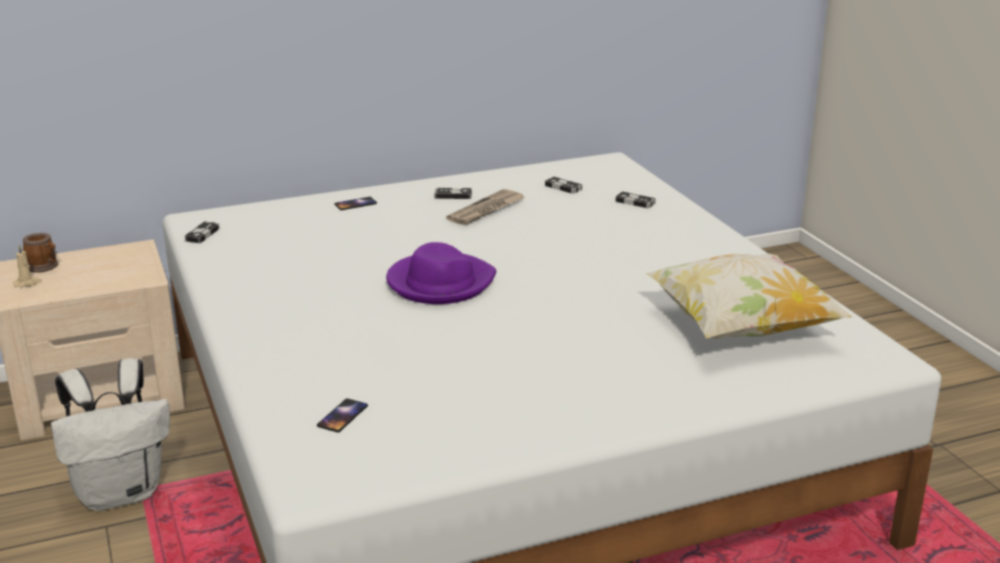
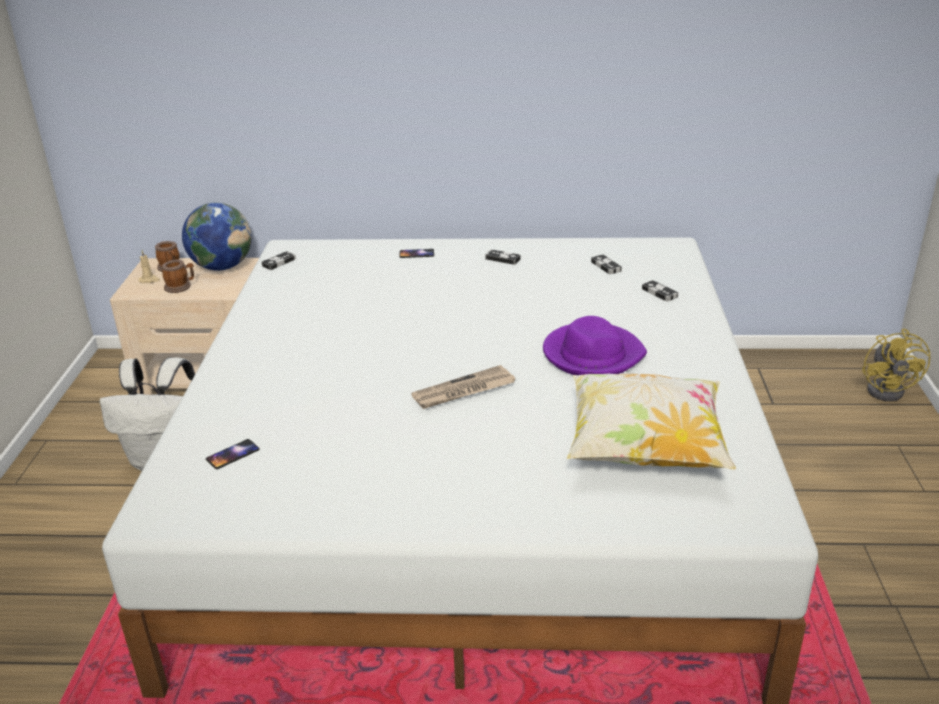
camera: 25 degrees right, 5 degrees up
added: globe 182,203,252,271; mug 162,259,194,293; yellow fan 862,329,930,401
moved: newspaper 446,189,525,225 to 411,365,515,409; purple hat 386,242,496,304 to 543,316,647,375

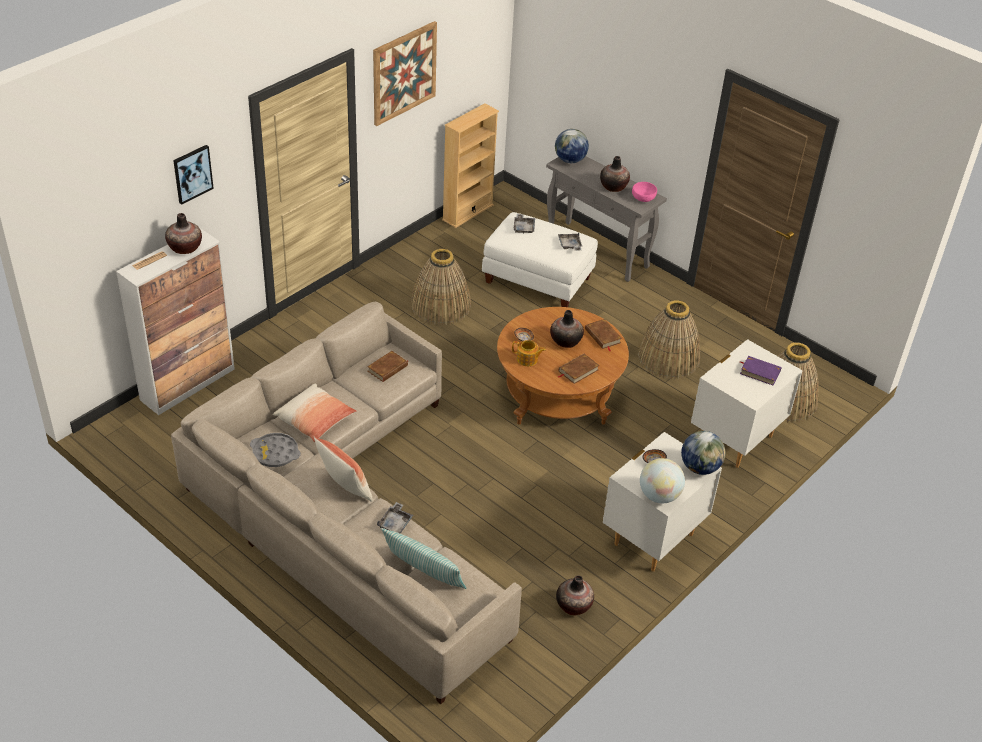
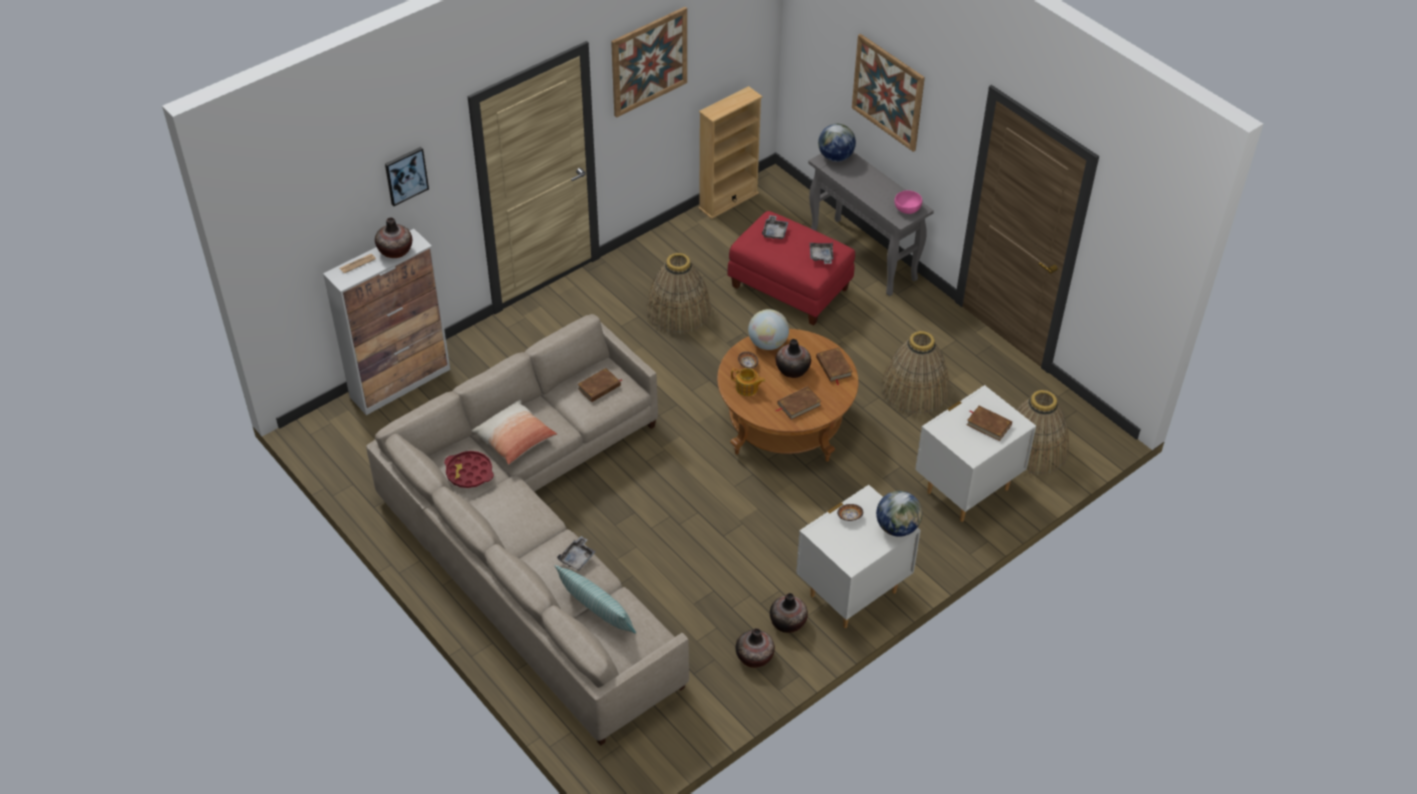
camera: 10 degrees right, 5 degrees up
removed: pillow 313,436,373,502
added: picture 852,34,925,152
moved: vase 600,156,630,192 to 770,593,808,633; globe 640,458,685,503 to 748,309,789,350
recoloured: white ottoman 482,212,598,307 to red ottoman 727,211,855,326; purple book 740,356,782,386 to brown book 967,405,1012,441; grey tray 250,433,301,467 to red tray 444,451,494,488

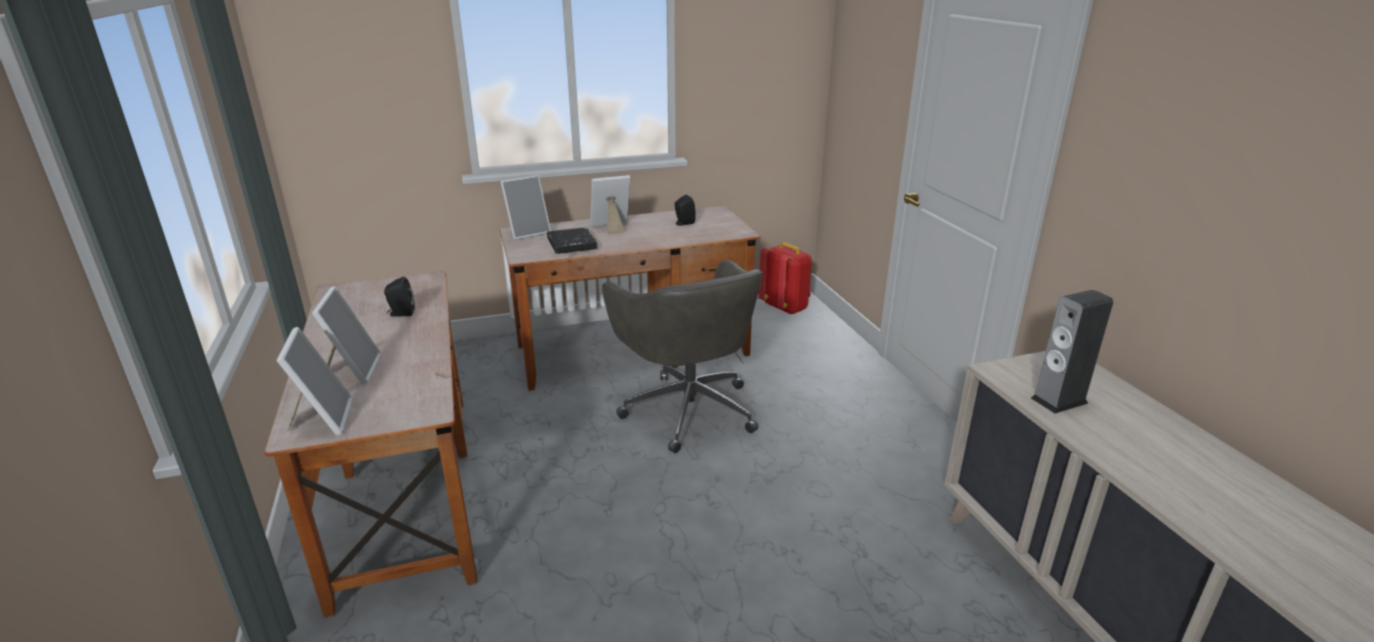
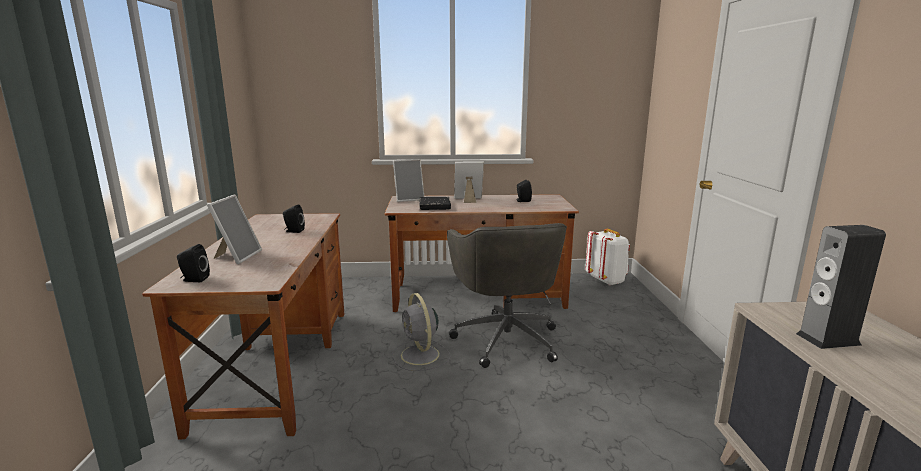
camera: 15 degrees right, 10 degrees down
added: grey fan 393,293,450,371
replaced: picture frame 276,327,352,435 to black speaker 177,244,210,282
recoloured: red backpack 758,242,812,315 to white backpack 585,229,630,286

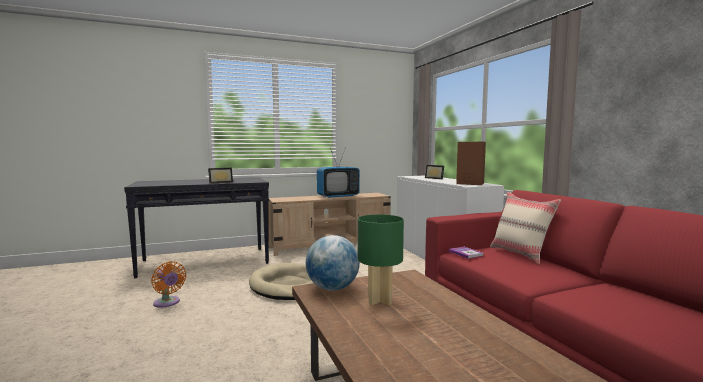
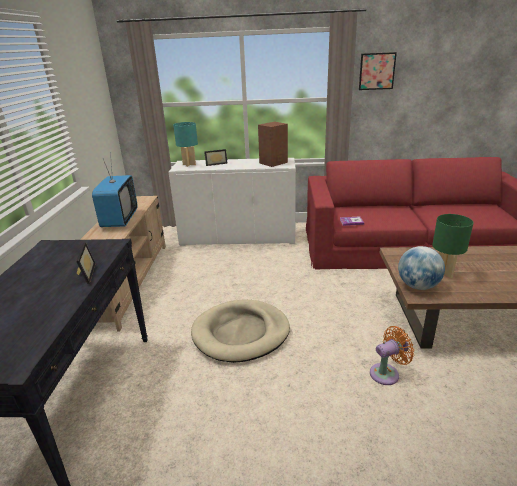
camera: 65 degrees left, 20 degrees up
removed: beige pillow 490,192,561,265
added: picture 359,52,397,90; turquoise table lamp 173,122,198,167
moved: orange fan 151,261,186,308 to 370,326,414,385

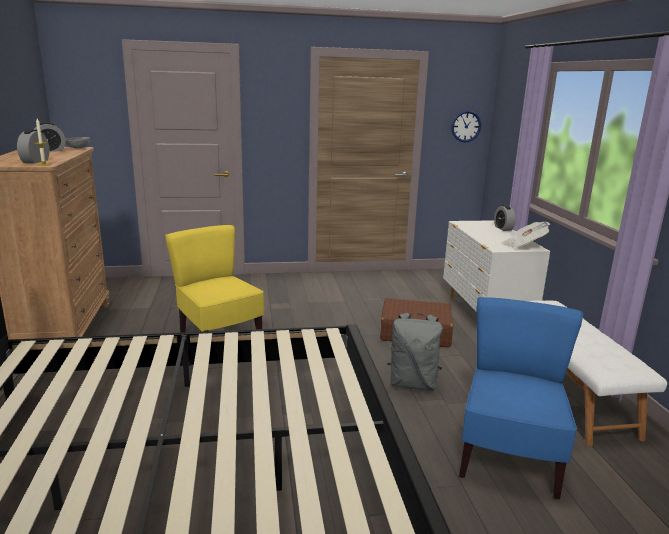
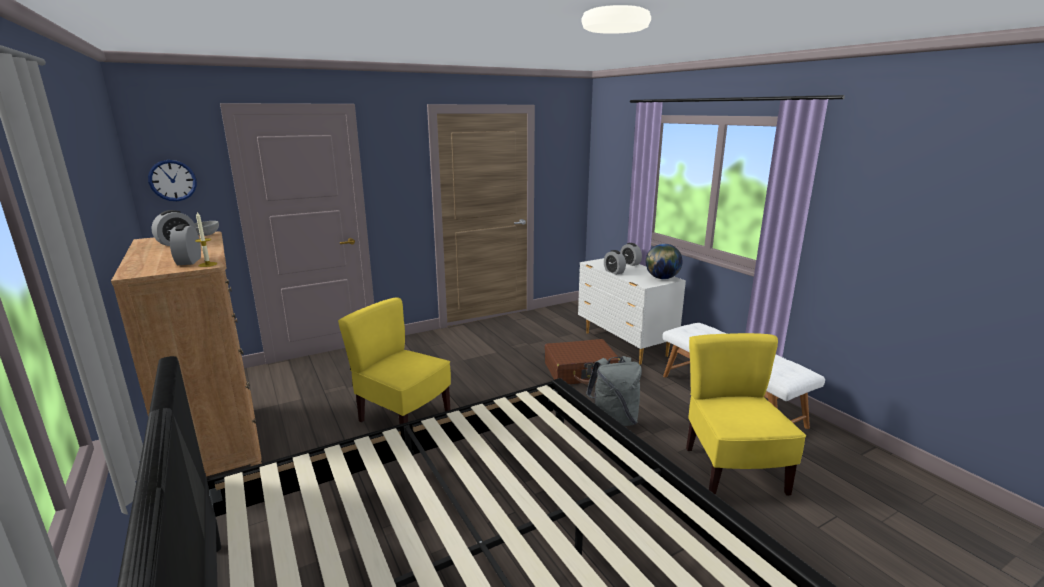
camera: 20 degrees left, 0 degrees up
added: alarm clock 604,250,626,275
moved: wall clock 451,111,481,142 to 148,160,197,201
replaced: newspaper 501,222,550,248 to globe 646,244,682,279
recoloured: blue chair 459,297,583,499 to yellow chair 686,333,806,496

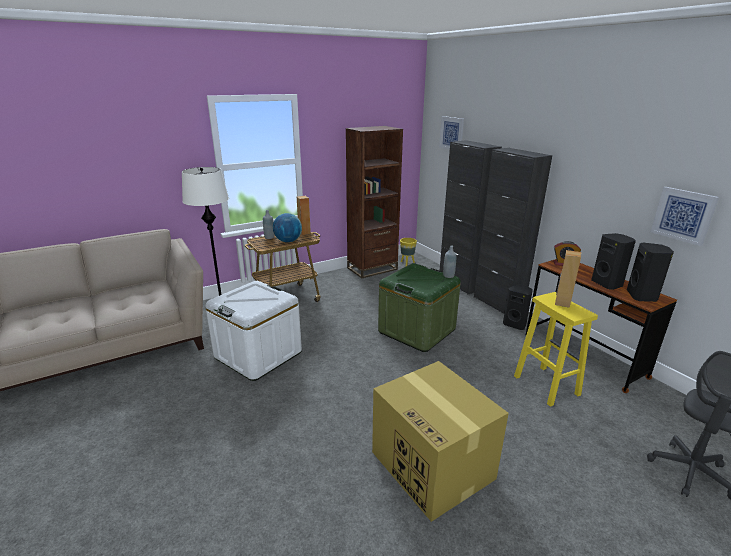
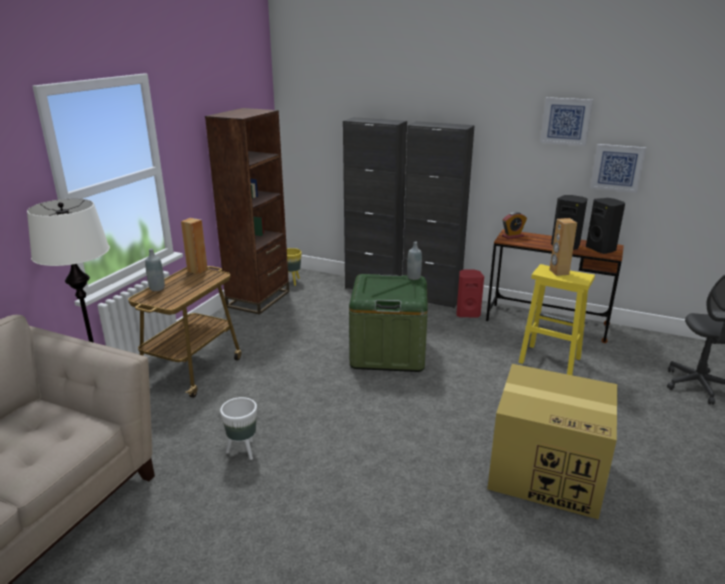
camera: 35 degrees left, 0 degrees up
removed: globe 273,213,302,242
moved: picture 439,116,464,150 to 540,97,593,146
replaced: white storage box 205,281,302,381 to white planter 220,397,257,460
recoloured: black speaker 503,285,533,330 to red speaker 456,270,484,317

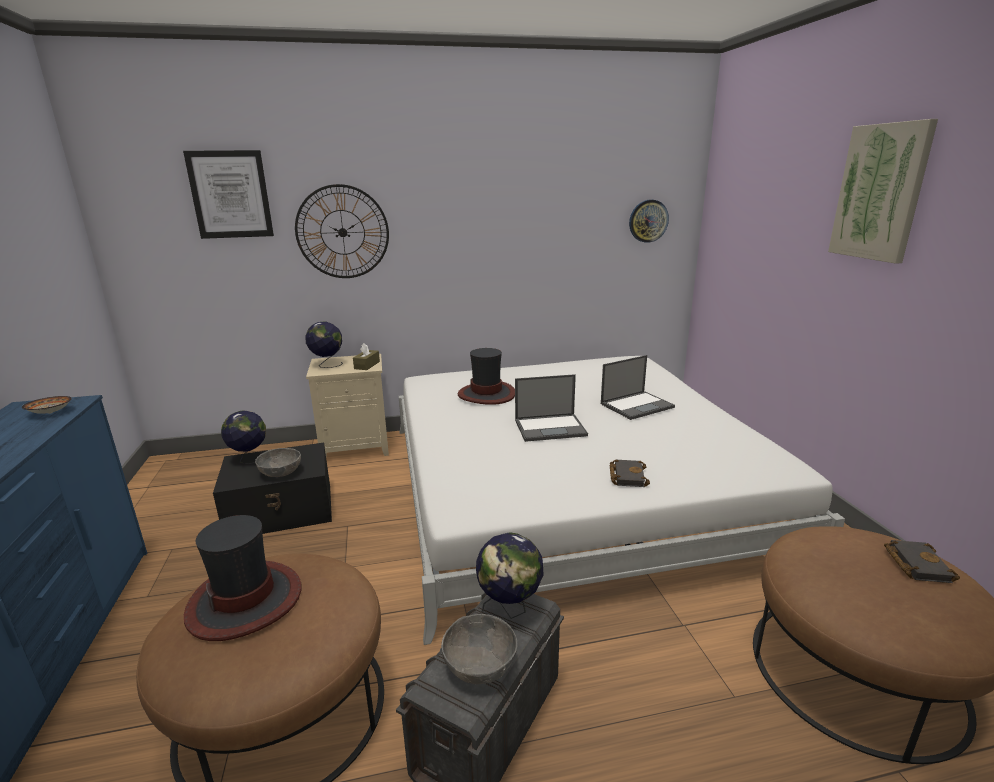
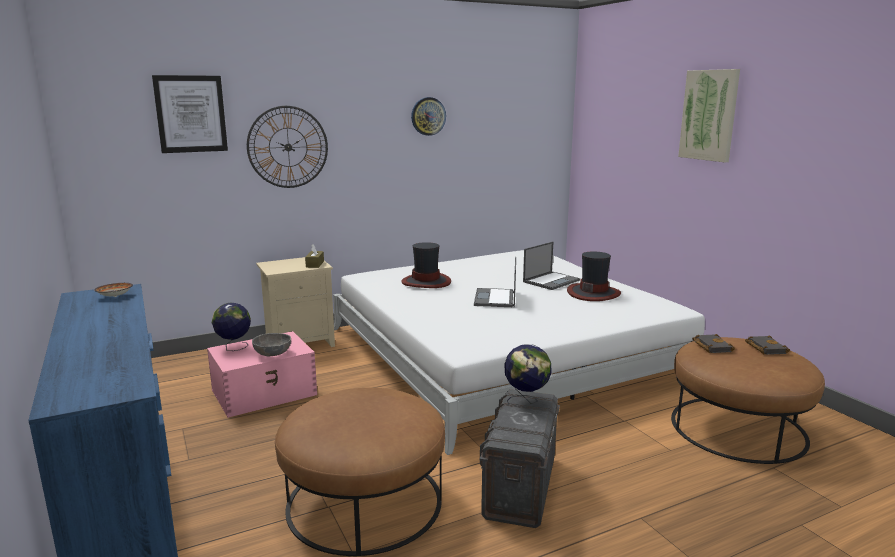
camera: 15 degrees left, 5 degrees down
removed: globe 305,321,343,368; grey bowl 441,614,517,684
moved: wall clock 629,200,669,243 to 411,97,446,136; black book 610,459,650,487 to 692,334,735,353; hat 184,515,302,641 to 567,251,621,301
recoloured: black storage box 213,443,332,534 to pink storage box 207,331,317,418
turned: laptop 515,374,588,442 = 474,257,516,307 120 degrees clockwise

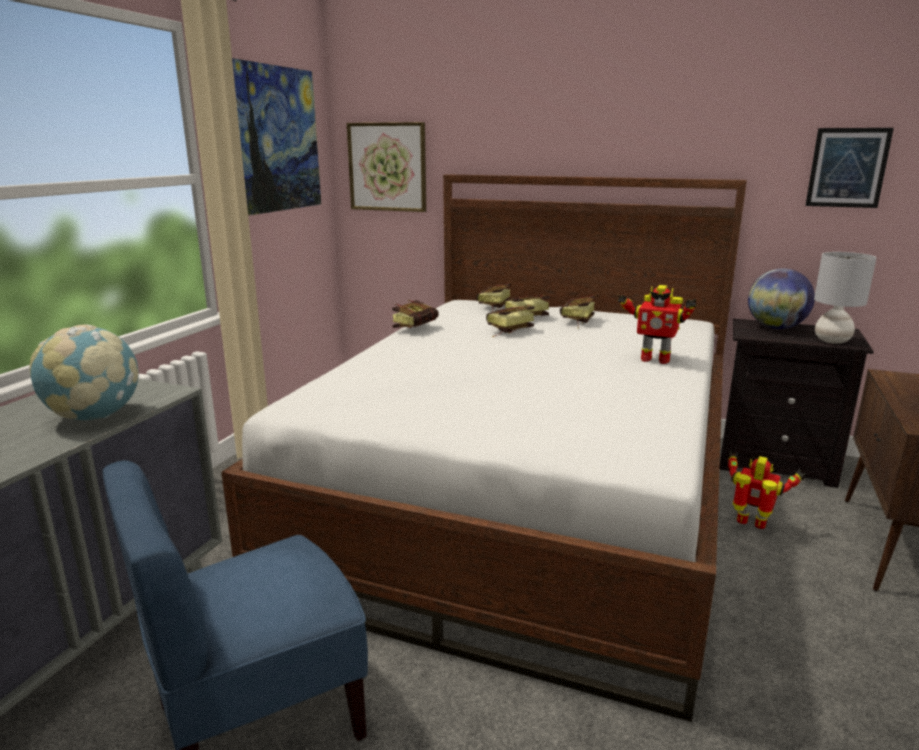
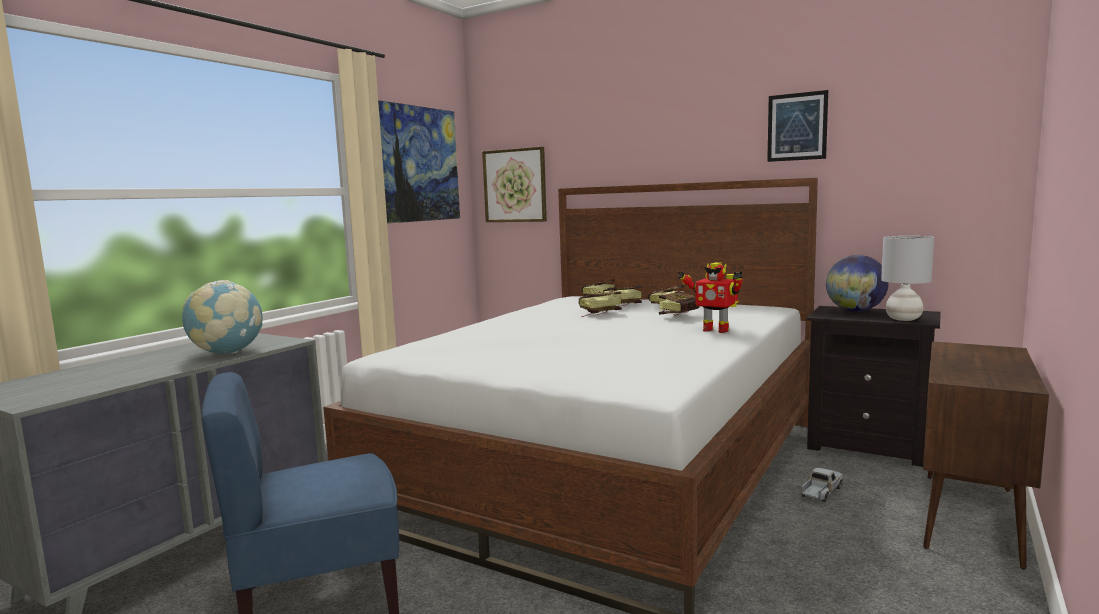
camera: 10 degrees right, 10 degrees down
moved: picture 805,128,894,208 to 767,90,828,162; book 392,300,438,328 to 659,290,700,316
replaced: toy robot 728,451,806,529 to toy truck 801,468,843,502

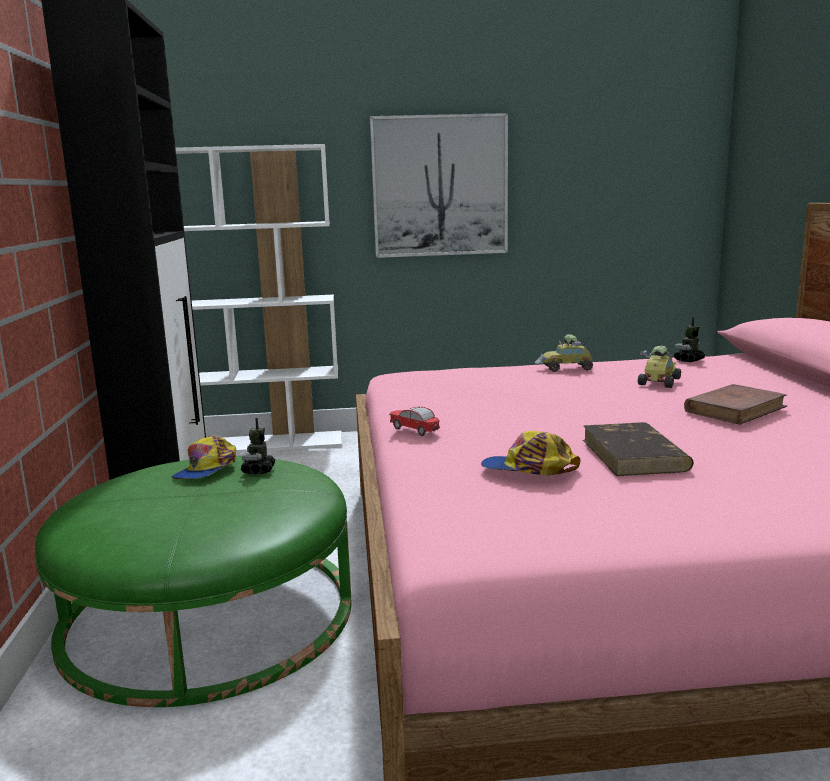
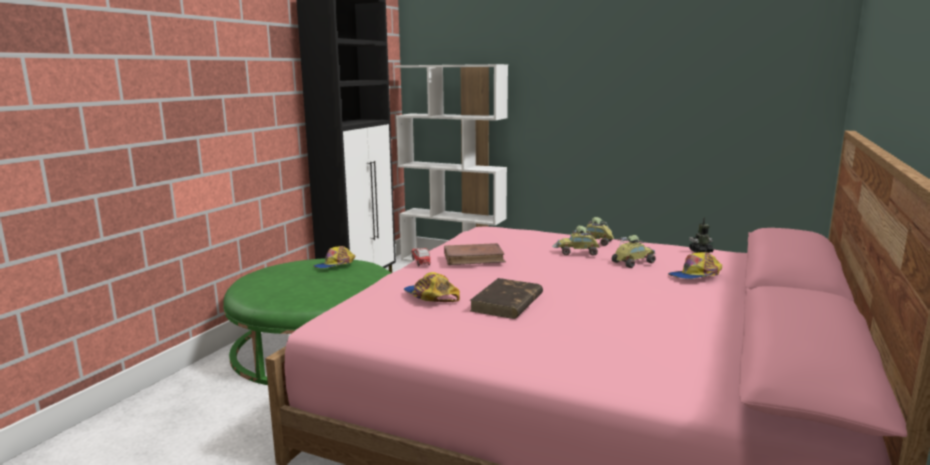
camera: 30 degrees right, 0 degrees up
removed: picture 370,113,508,258; toy robot 241,418,275,474
added: toy car 552,226,600,256; cap 668,252,722,279
moved: brown book 684,384,787,425 to 444,243,506,265

